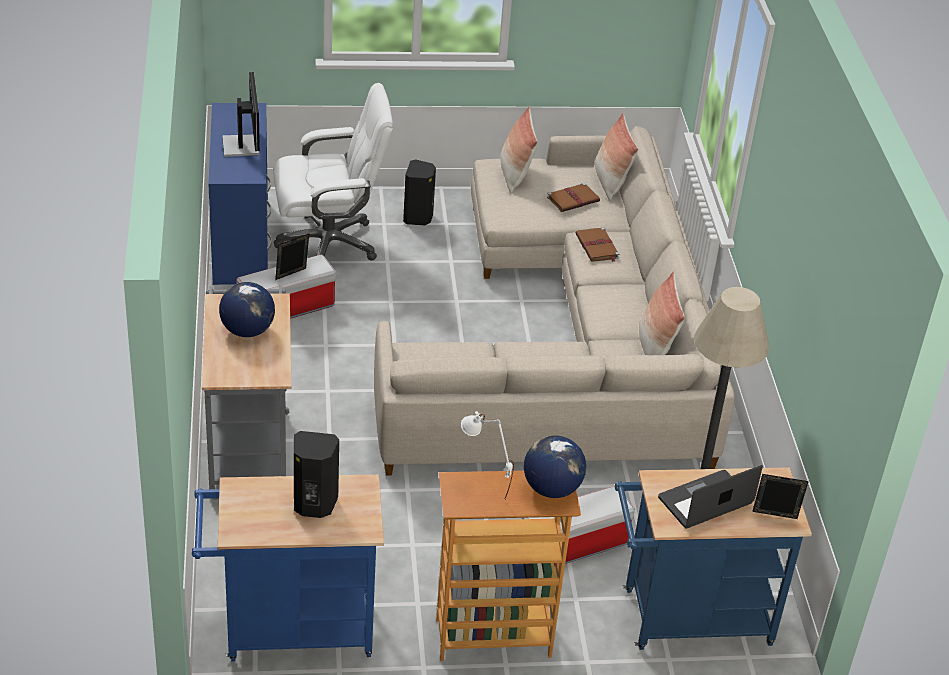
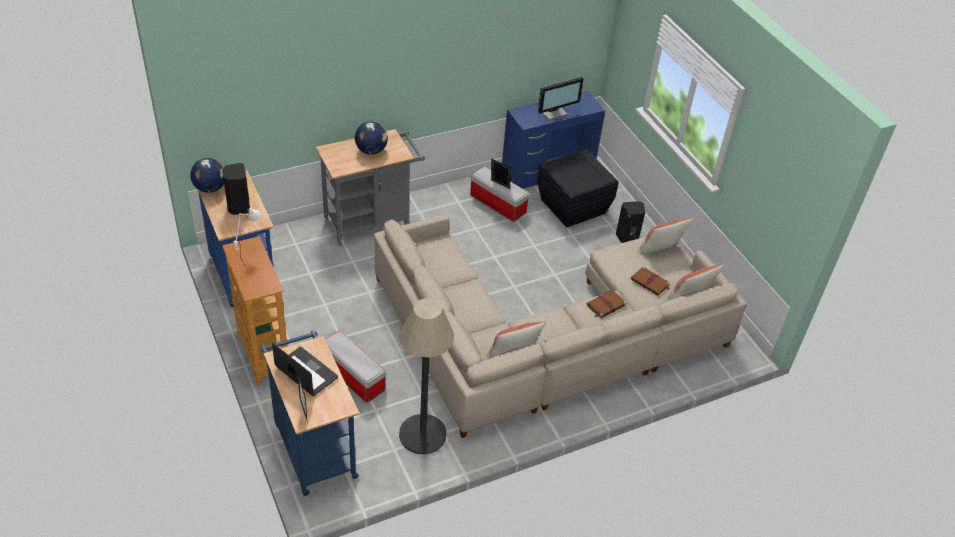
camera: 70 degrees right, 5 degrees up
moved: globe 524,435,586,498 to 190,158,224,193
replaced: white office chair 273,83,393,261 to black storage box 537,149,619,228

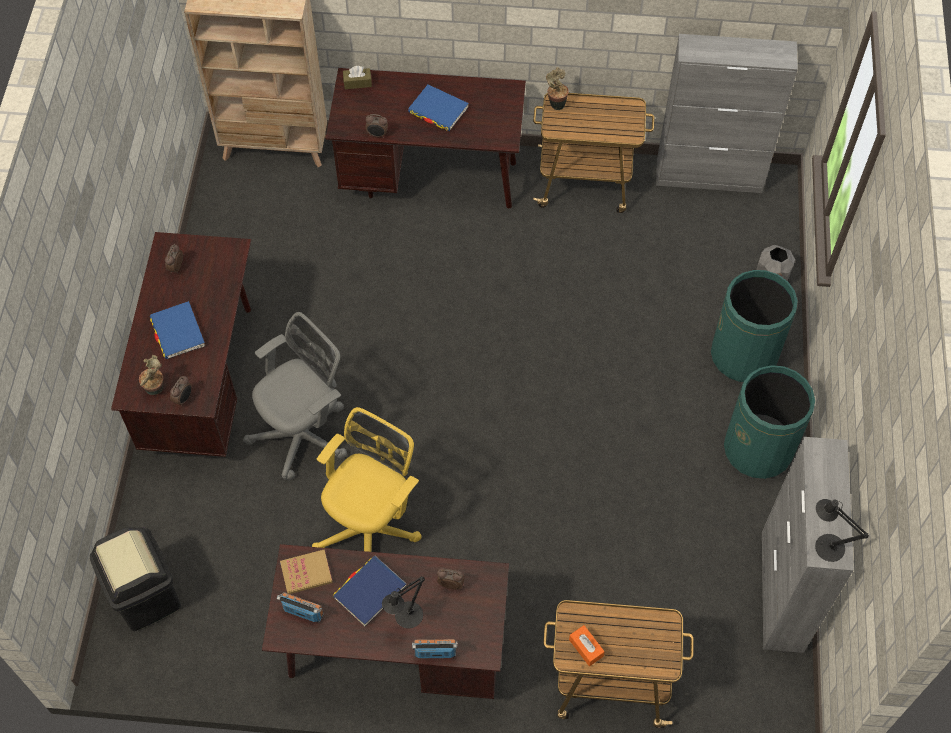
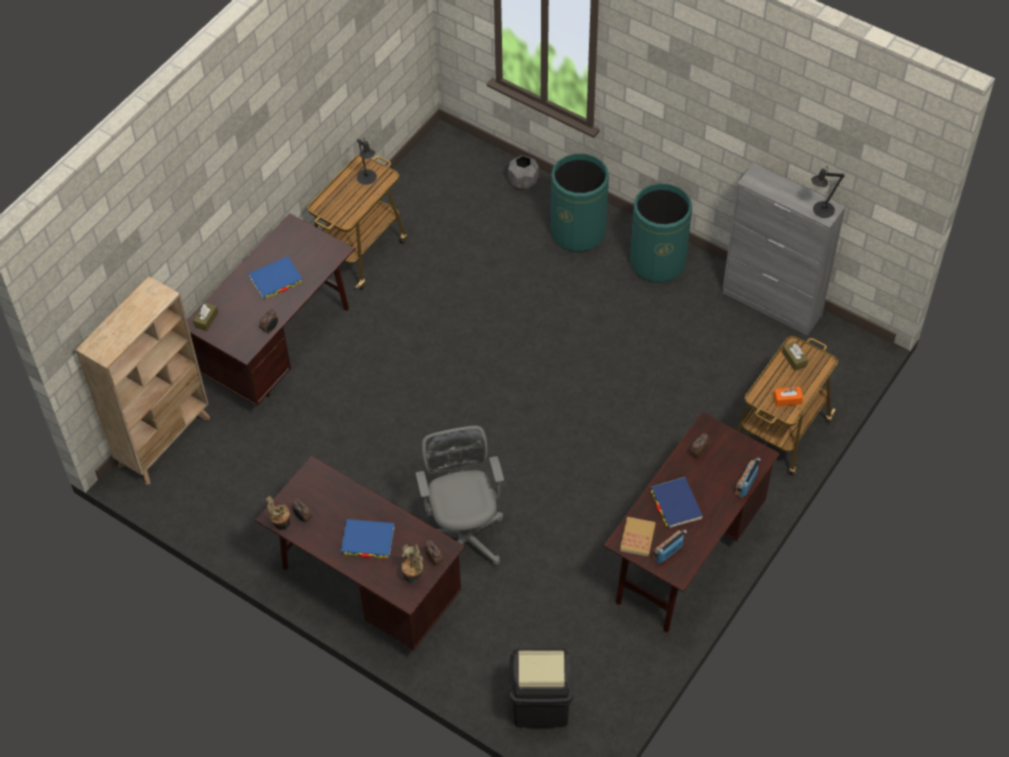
camera: 60 degrees left, 5 degrees down
removed: grey cabinet 656,34,798,193; yellow office chair 312,407,422,552
added: brown tissue box 782,341,808,371
moved: potted plant 546,67,569,110 to 266,496,290,530; black table lamp 382,577,425,629 to 357,138,377,185

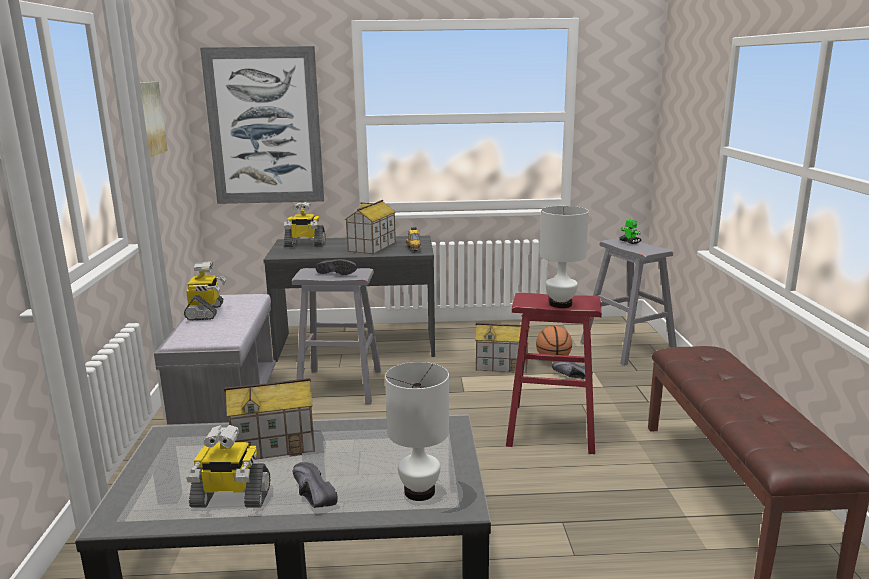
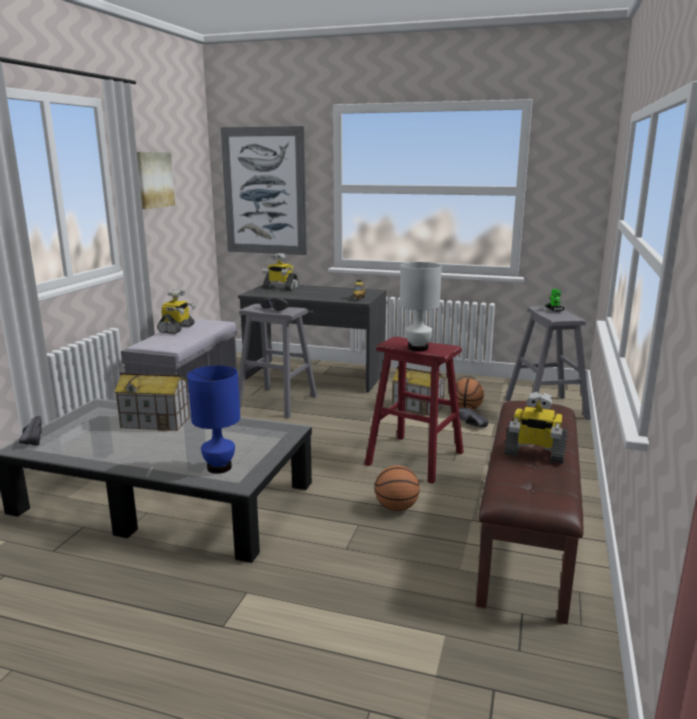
camera: 20 degrees right, 0 degrees up
removed: toy house 344,200,396,254
added: basketball 375,465,420,511
moved: toy robot 186,425,270,508 to 504,392,567,464; black shoe 292,462,338,508 to 19,416,42,445
recoloured: white table lamp 385,362,449,501 to blue table lamp 187,365,240,474

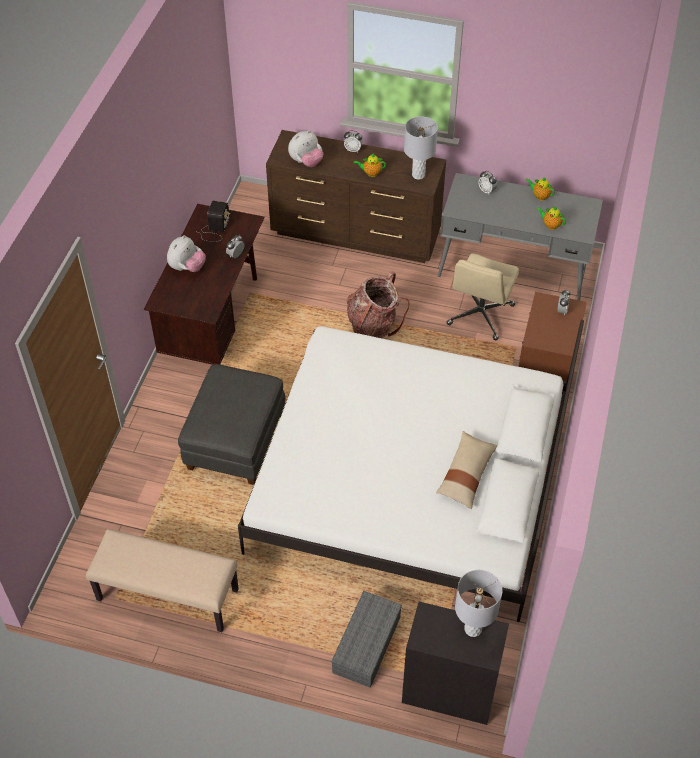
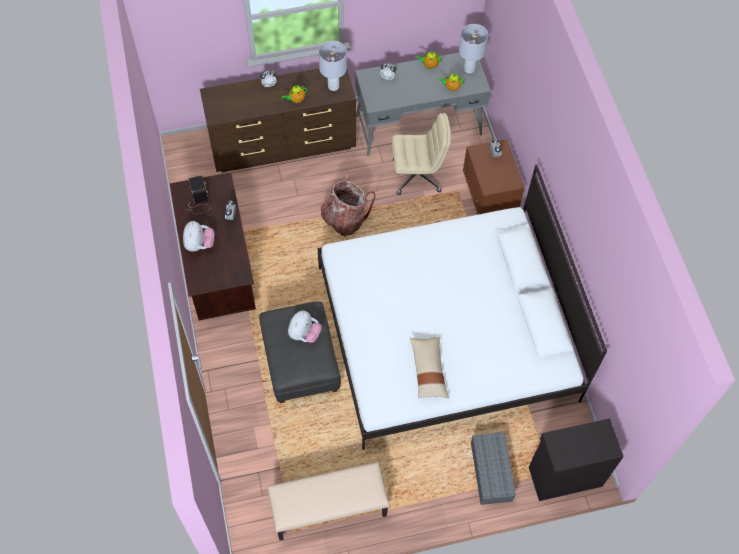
camera: 30 degrees left, 10 degrees up
moved: plush toy 288,130,323,167 to 288,311,322,343; beige pillow 436,431,497,509 to 410,337,449,399; grey table lamp 455,570,502,637 to 459,24,488,73
turned: beige office chair 447,254,519,340 = 392,113,451,195 90 degrees counterclockwise

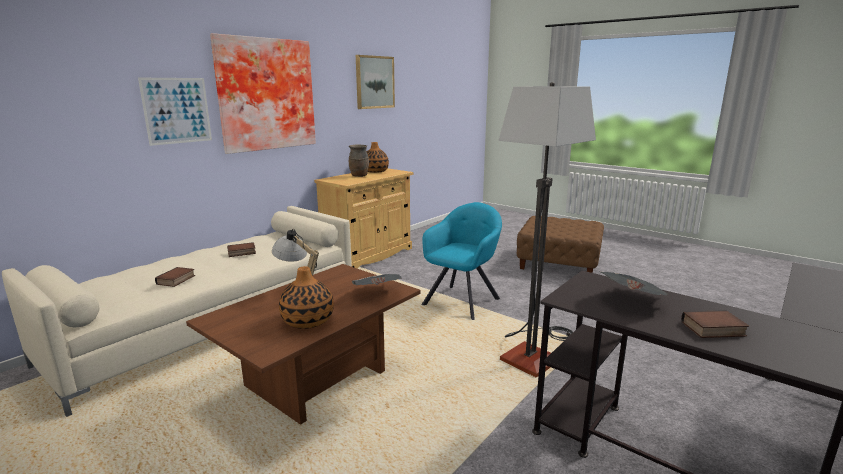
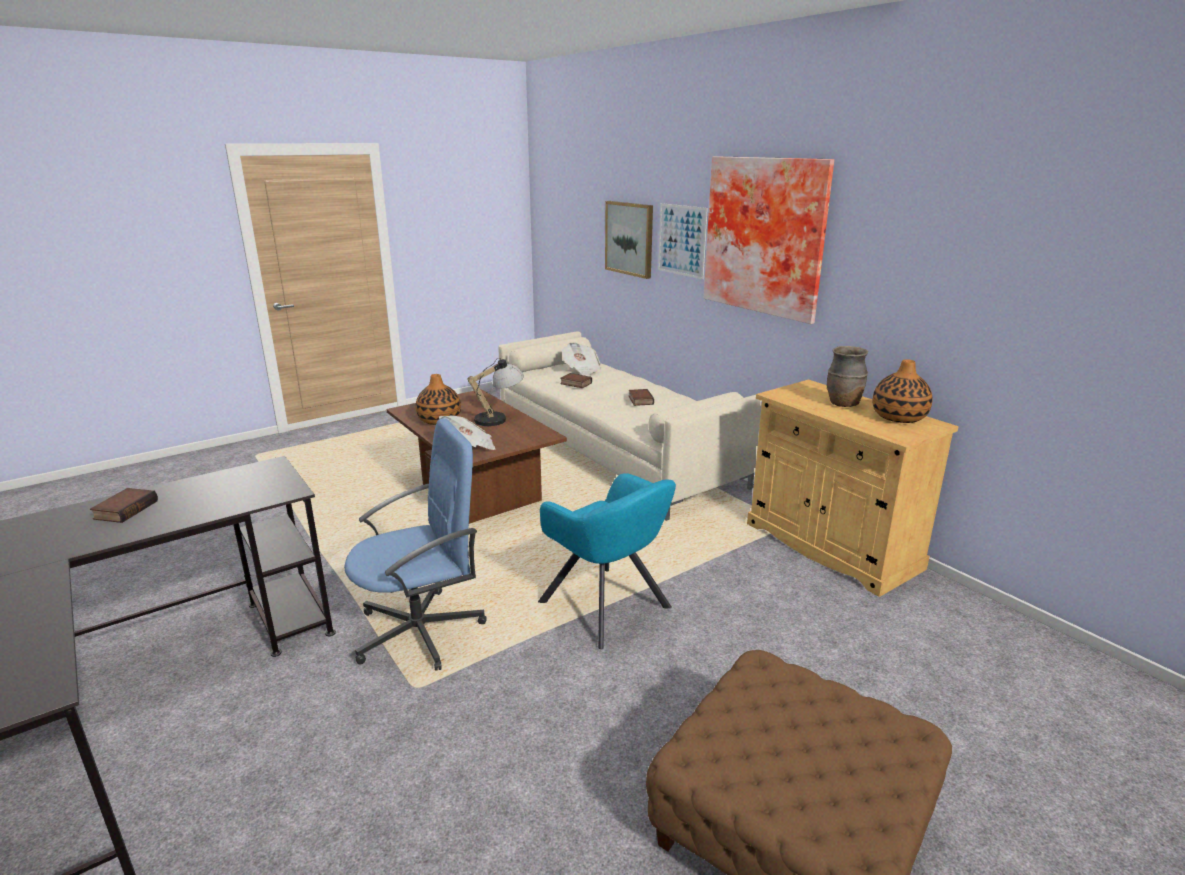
camera: 105 degrees right, 5 degrees up
moved: picture 356,55,395,109 to 605,201,653,279; newspaper 601,272,669,296 to 562,342,601,376
replaced: floor lamp 498,82,596,378 to blue office chair 344,418,487,671

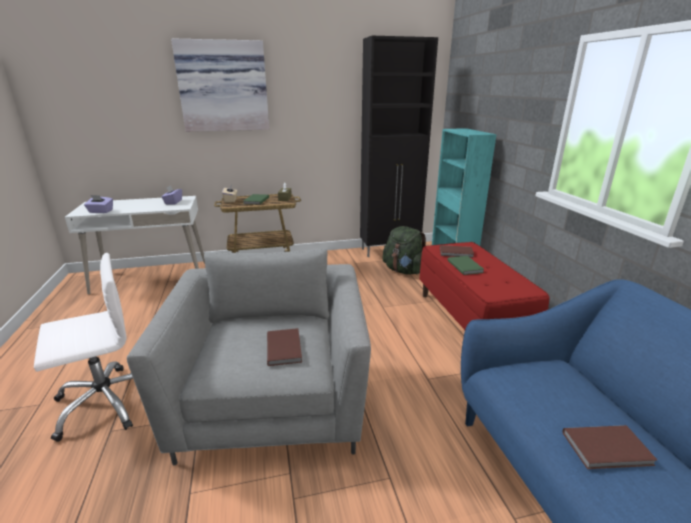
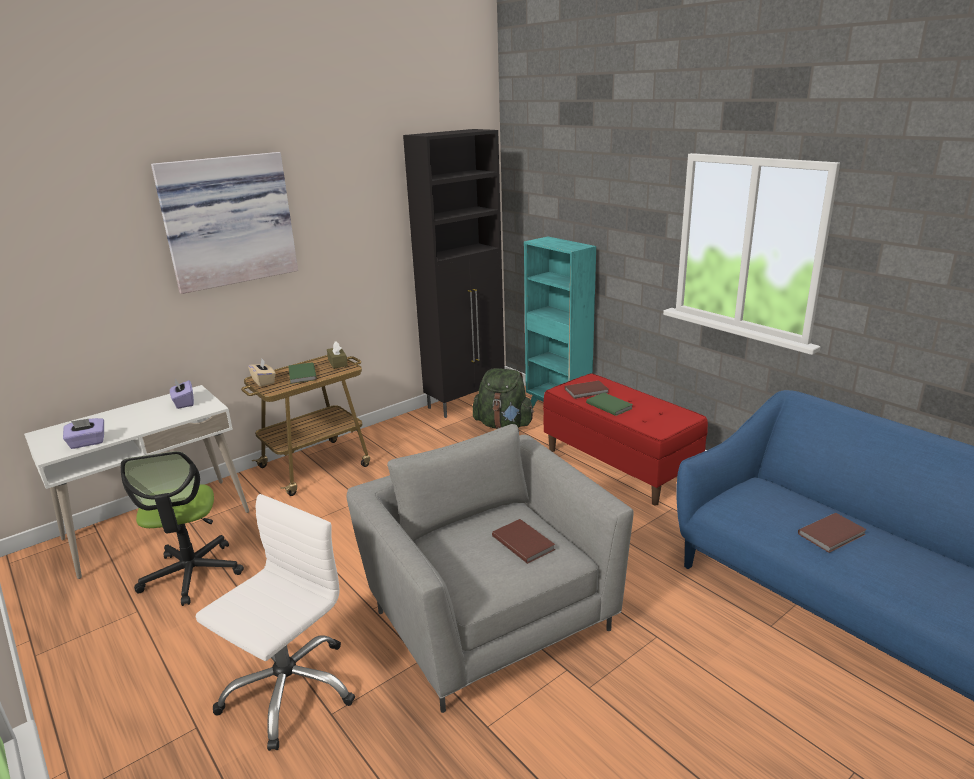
camera: 25 degrees left, 0 degrees up
added: office chair 121,451,244,606

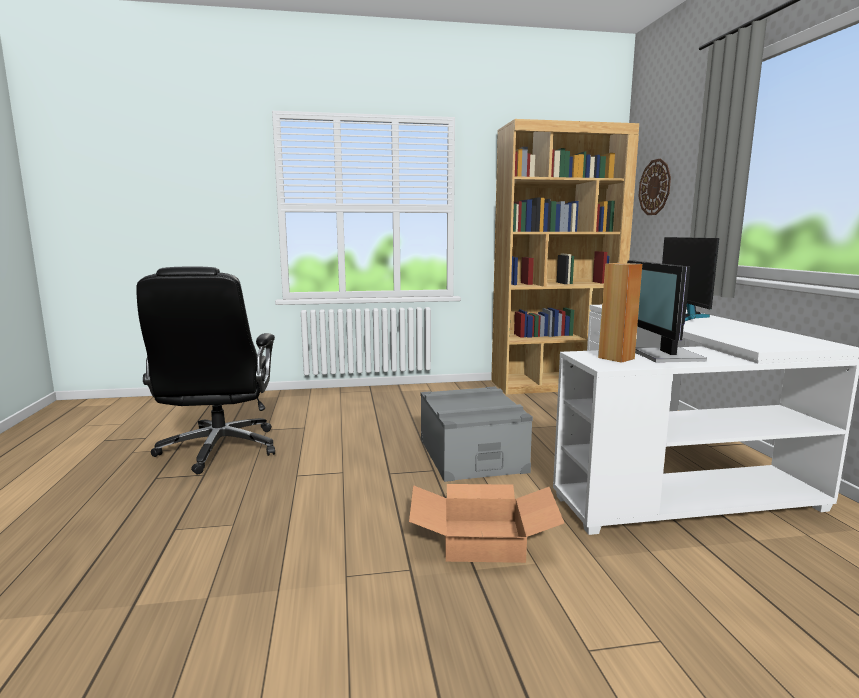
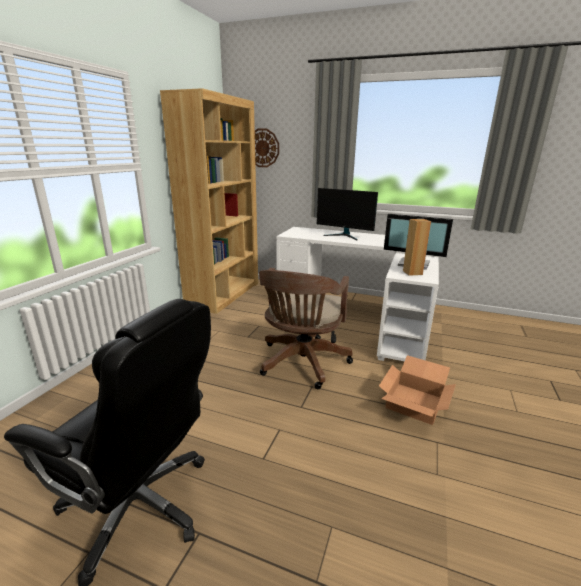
camera: 60 degrees left, 10 degrees up
replaced: grey storage box 420,386,533,482 to brown office chair 259,268,353,389

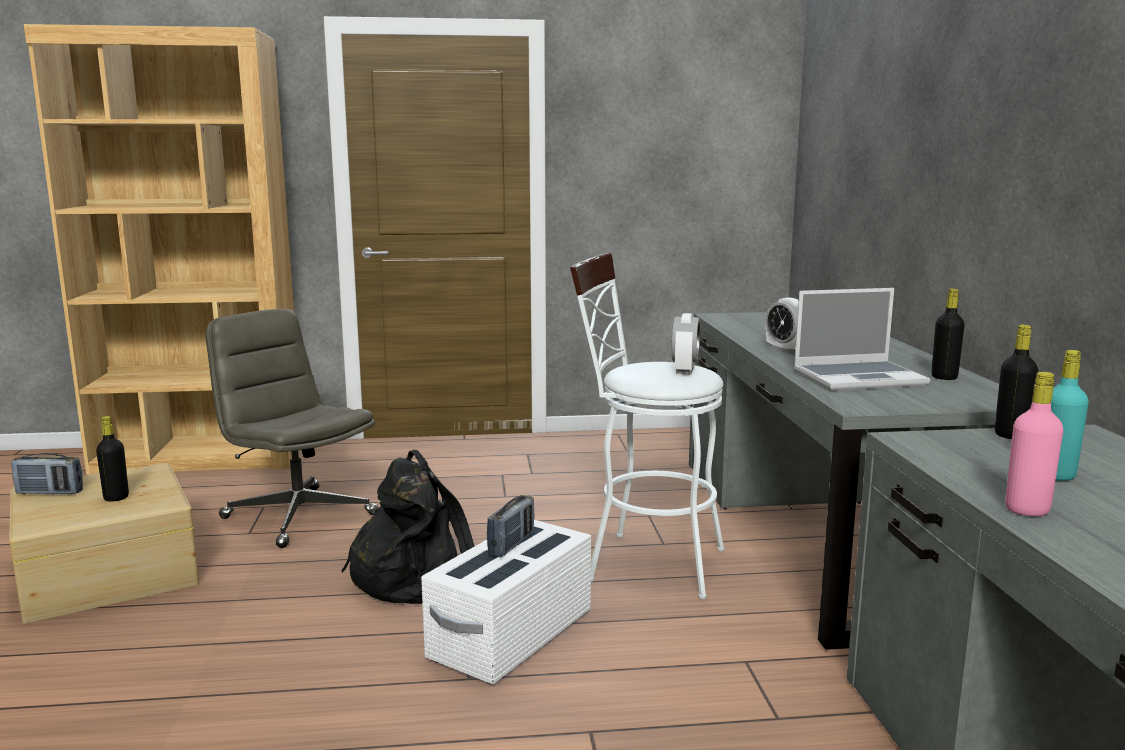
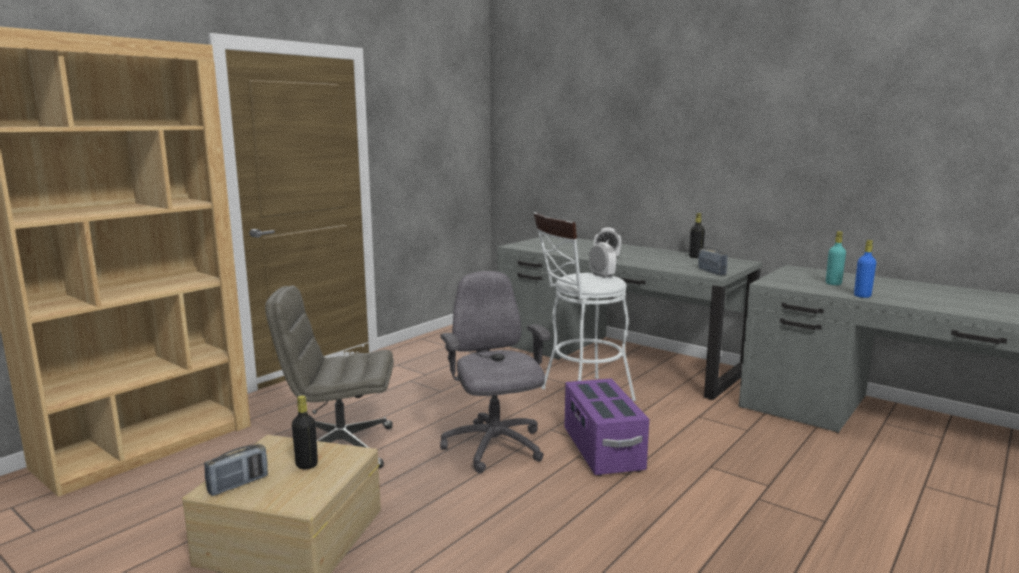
camera: 45 degrees left, 0 degrees up
removed: laptop 794,288,930,391; black bottle 995,325,1038,439
moved: radio 487,495,534,557 to 698,247,728,275
replaced: black backpack 341,449,474,604 to grey office chair 440,271,550,473
recoloured: pink bottle 1005,372,1063,516 to blue bottle 854,240,876,298; white storage box 421,520,591,684 to purple storage box 564,379,649,476

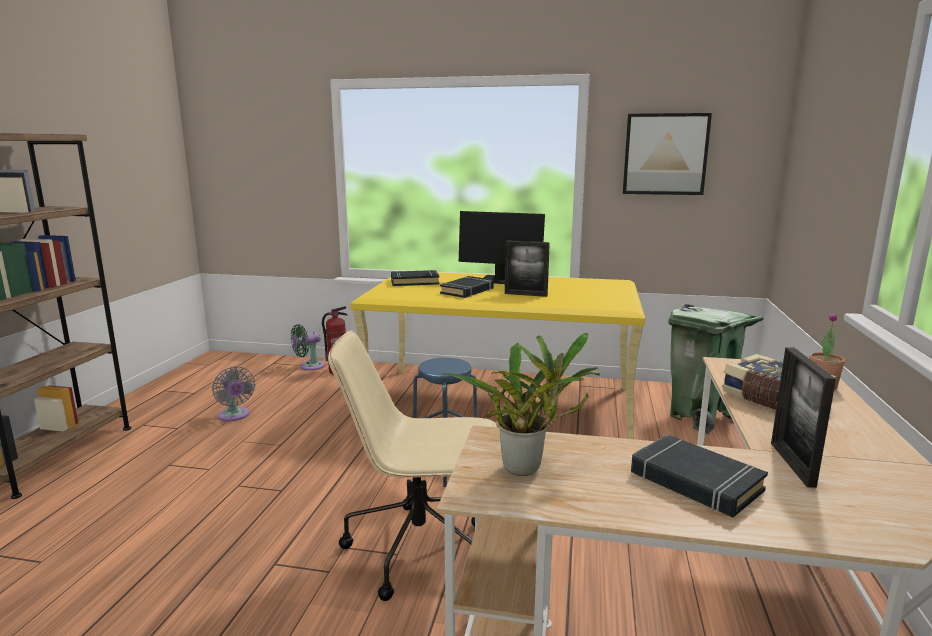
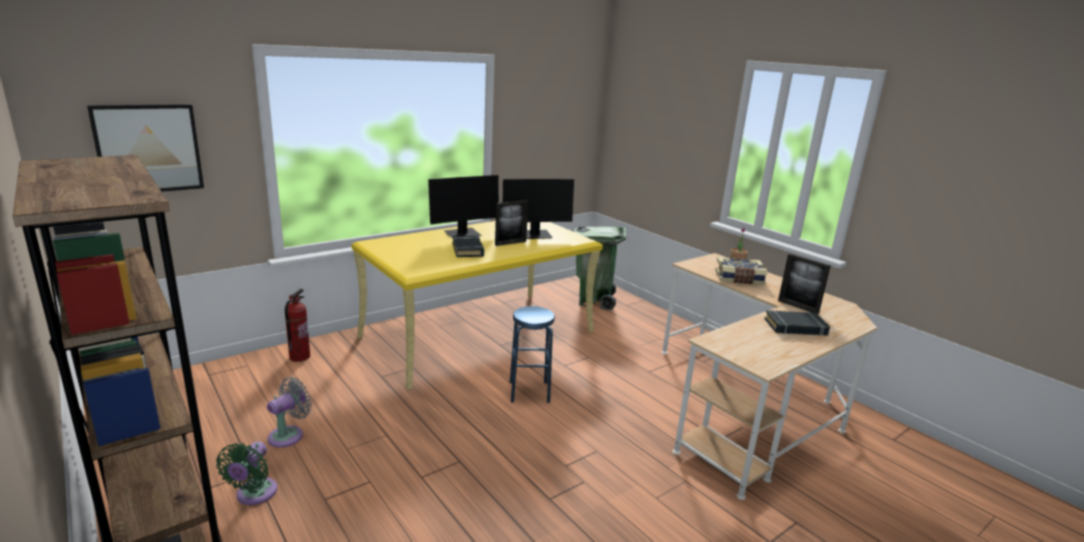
camera: 50 degrees left, 5 degrees up
removed: black book 391,270,440,286; beige office chair 328,330,496,601; potted plant 442,333,600,476
added: monitor 503,179,574,239
moved: picture 623,113,712,195 to 87,104,204,192; green fan 291,324,325,371 to 216,441,277,505
turned: grey fan 212,366,255,421 = 267,377,312,447 60 degrees counterclockwise

